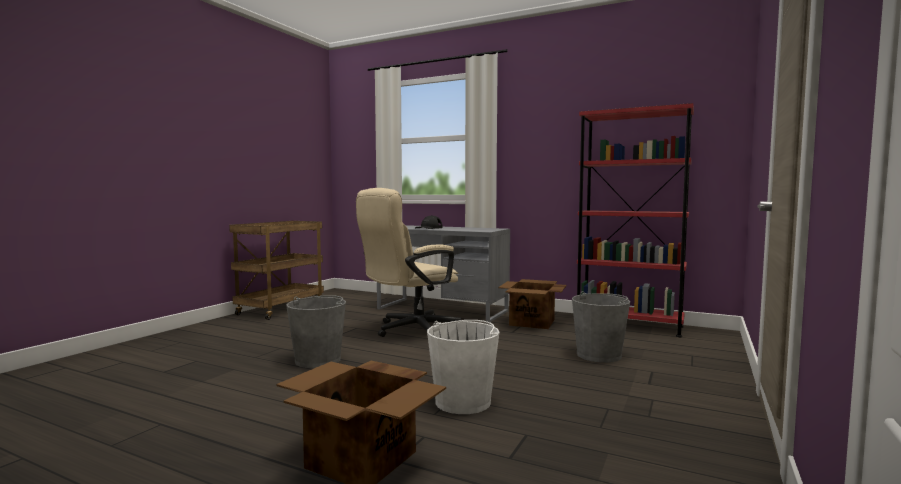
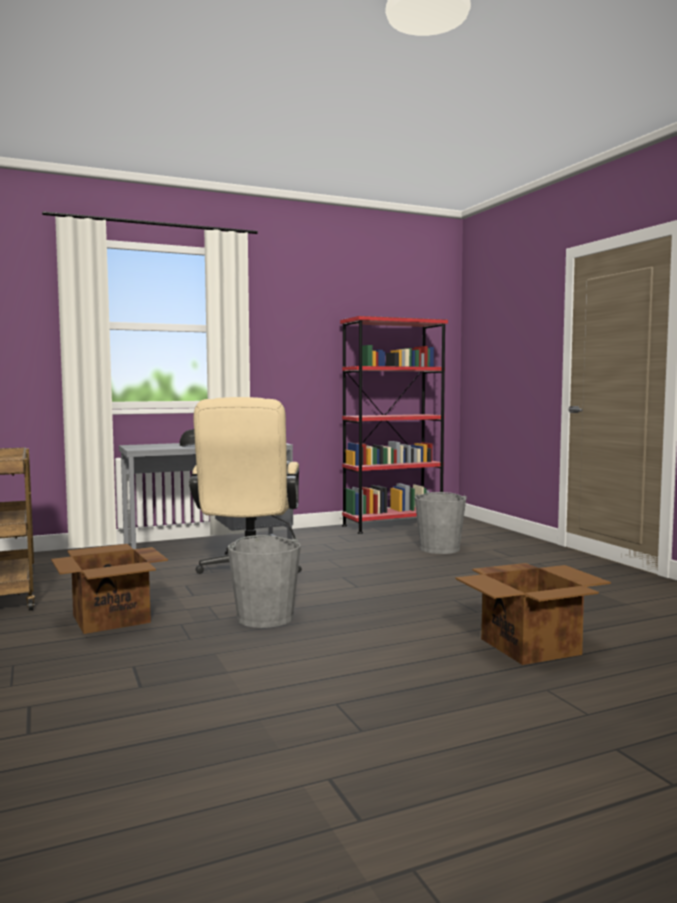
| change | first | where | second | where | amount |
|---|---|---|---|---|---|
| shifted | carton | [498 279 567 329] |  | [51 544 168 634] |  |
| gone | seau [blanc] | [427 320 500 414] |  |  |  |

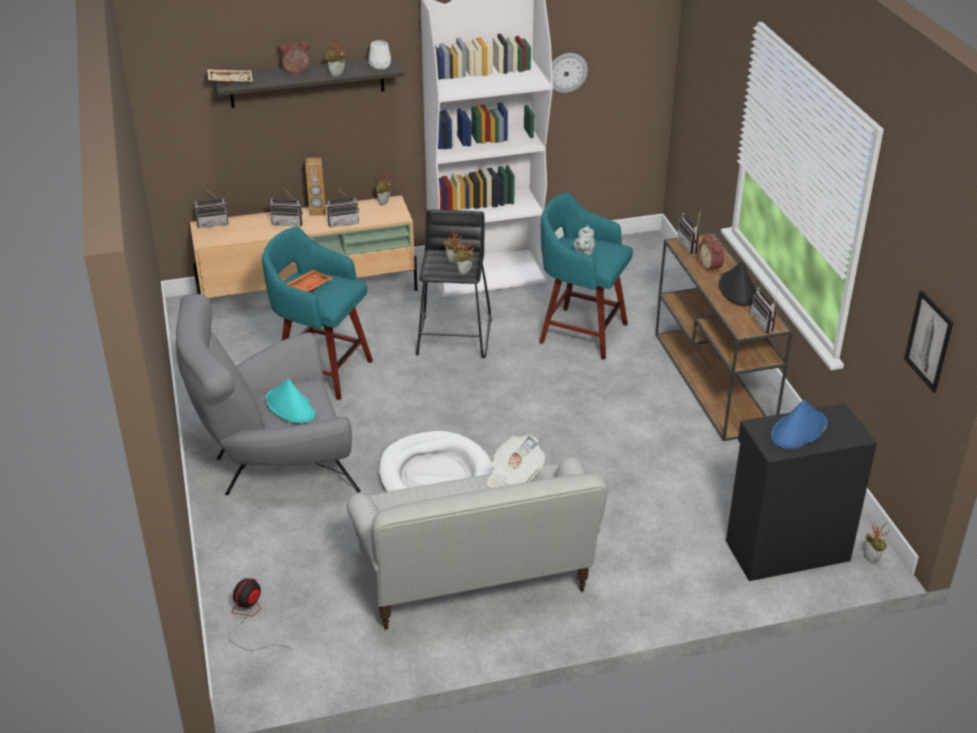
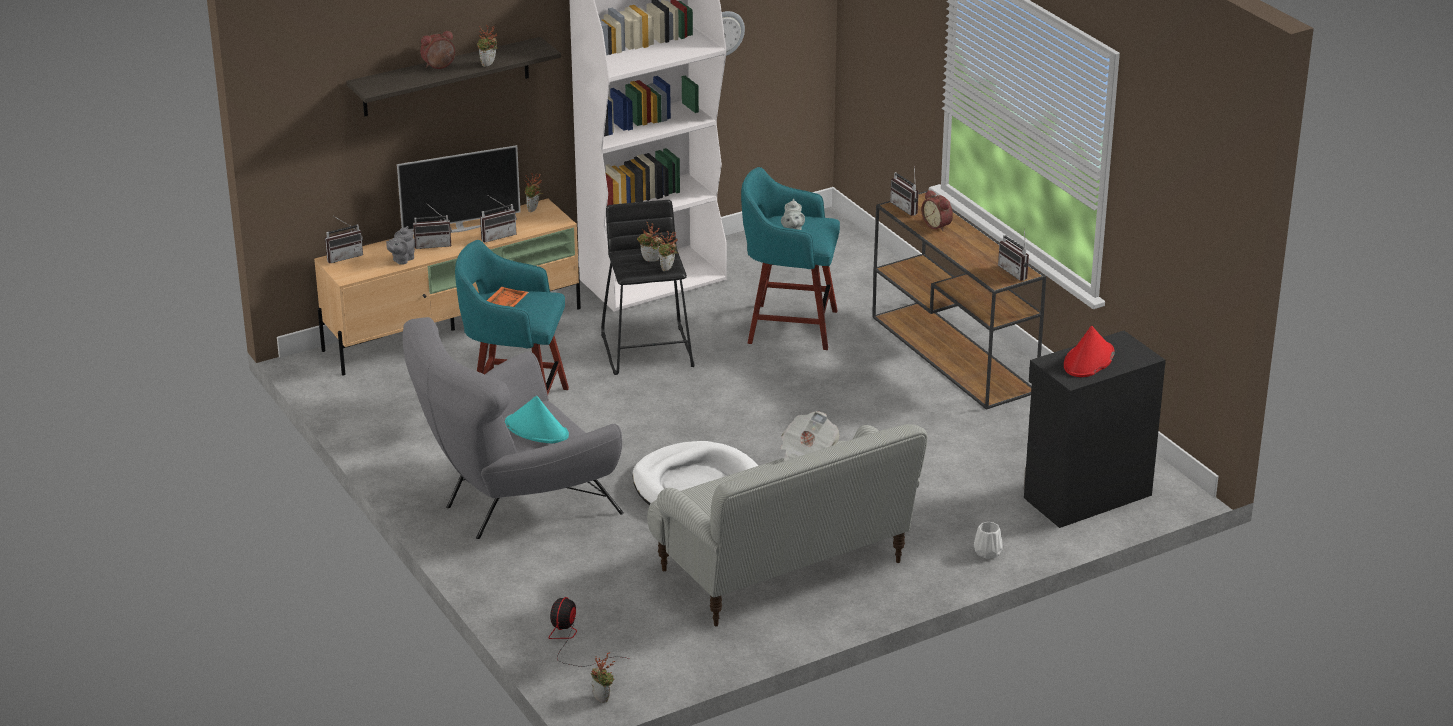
| change | first | where | second | where | amount |
|---|---|---|---|---|---|
| new |  |  | théière [gris] | [386 226 415 265] |  |
| swapped | enceinte [marron] | [305 157 326 216] | téléviseur | [397 145 521 233] |  |
| shifted | plante en pot | [864 523 890 564] |  | [591 652 615 703] |  |
| shifted | vase [blanc] | [369 40 391 69] |  | [974 522 1002 559] |  |
| repainted | chapeau [bleu] | [770 400 827 449] | chapeau [rouge] | [1064 326 1115 377] |  |
| gone | plateau [beige] | [207 69 253 85] |  |  |  |
| gone | chapeau [noir] | [719 261 756 306] |  |  |  |
| gone | tableau | [904 290 953 393] |  |  |  |

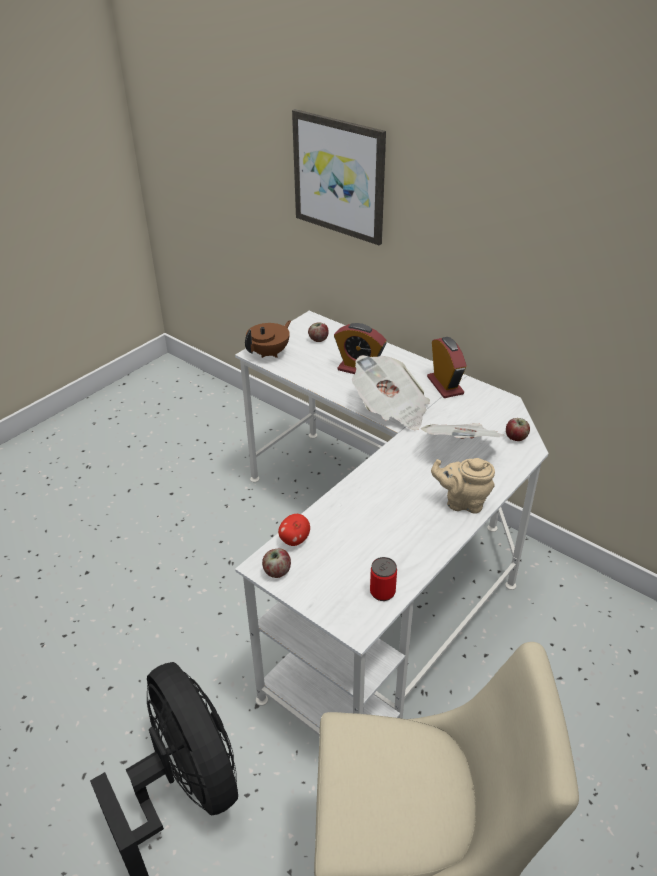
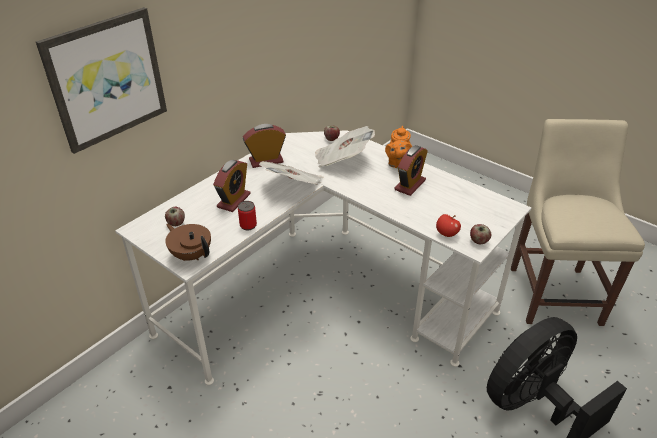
| change | first | where | second | where | amount |
|---|---|---|---|---|---|
| shifted | boîte métallique | [370 557 397 601] |  | [238 201 257 230] |  |
| repainted | théière [beige] | [431 458 495 514] | théière [orange] | [385 126 412 169] |  |
| new |  |  | réveil | [394 145 428 196] |  |

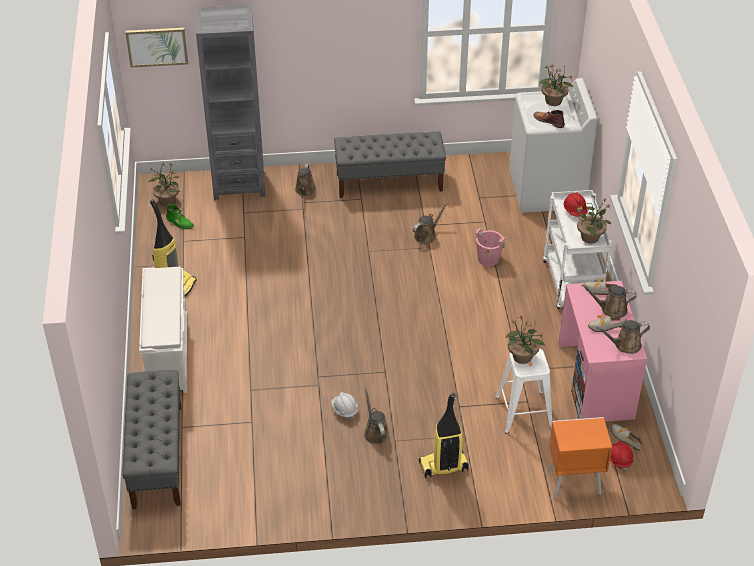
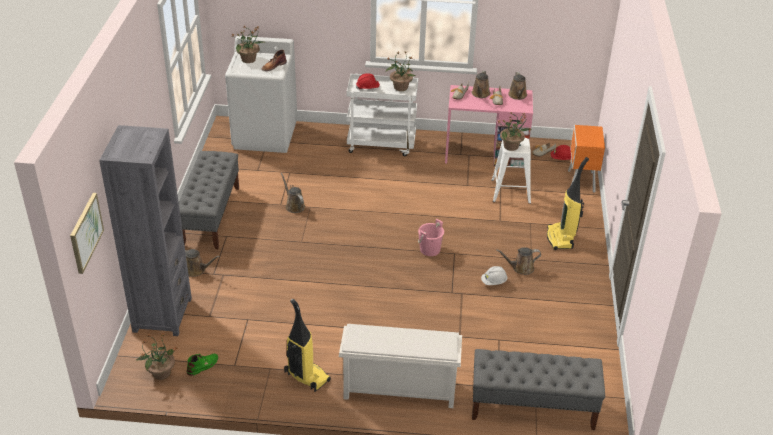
| change | first | where | second | where | amount |
|---|---|---|---|---|---|
| shifted | seau [rose] | [476 228 505 266] |  | [418 219 444 256] |  |

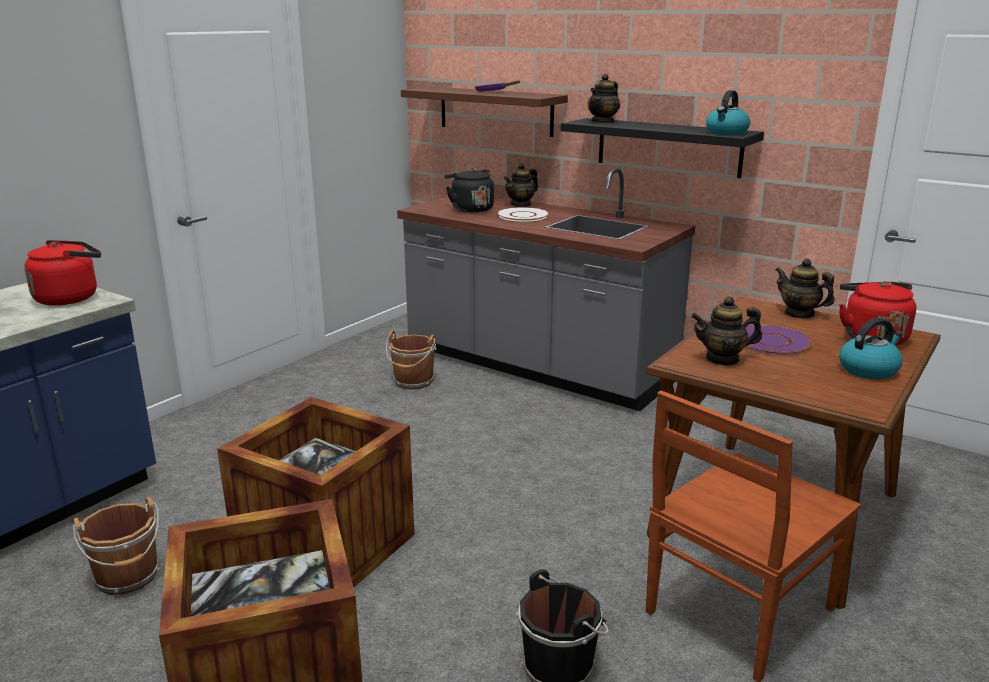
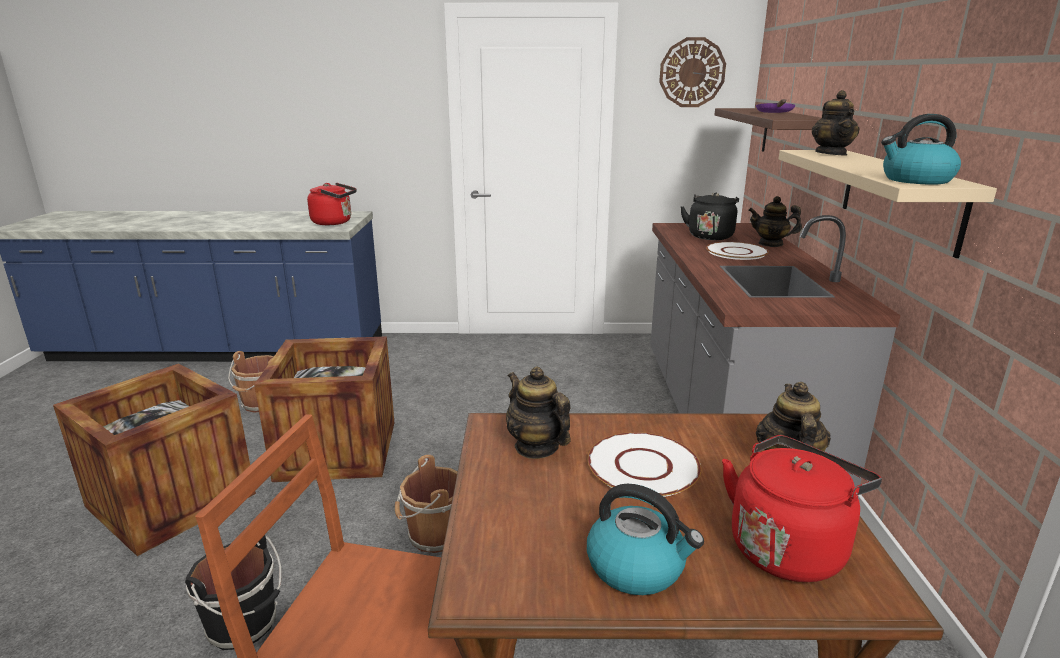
| change | first | where | second | where | amount |
|---|---|---|---|---|---|
| shifted | seau [marron] | [386 330 436 390] |  | [395 455 457 553] |  |
| repainted | assiette [violet] | [745 325 813 355] | assiette [blanc] | [588 432 701 497] |  |
| new |  |  | horloge murale | [659 37 726 107] |  |
| repainted | étagère [noir] | [561 118 764 178] | étagère [beige] | [778 150 997 258] |  |
| rotated | théière | [588 74 620 124] |  | [812 90 860 155] | 90 degrees counterclockwise |

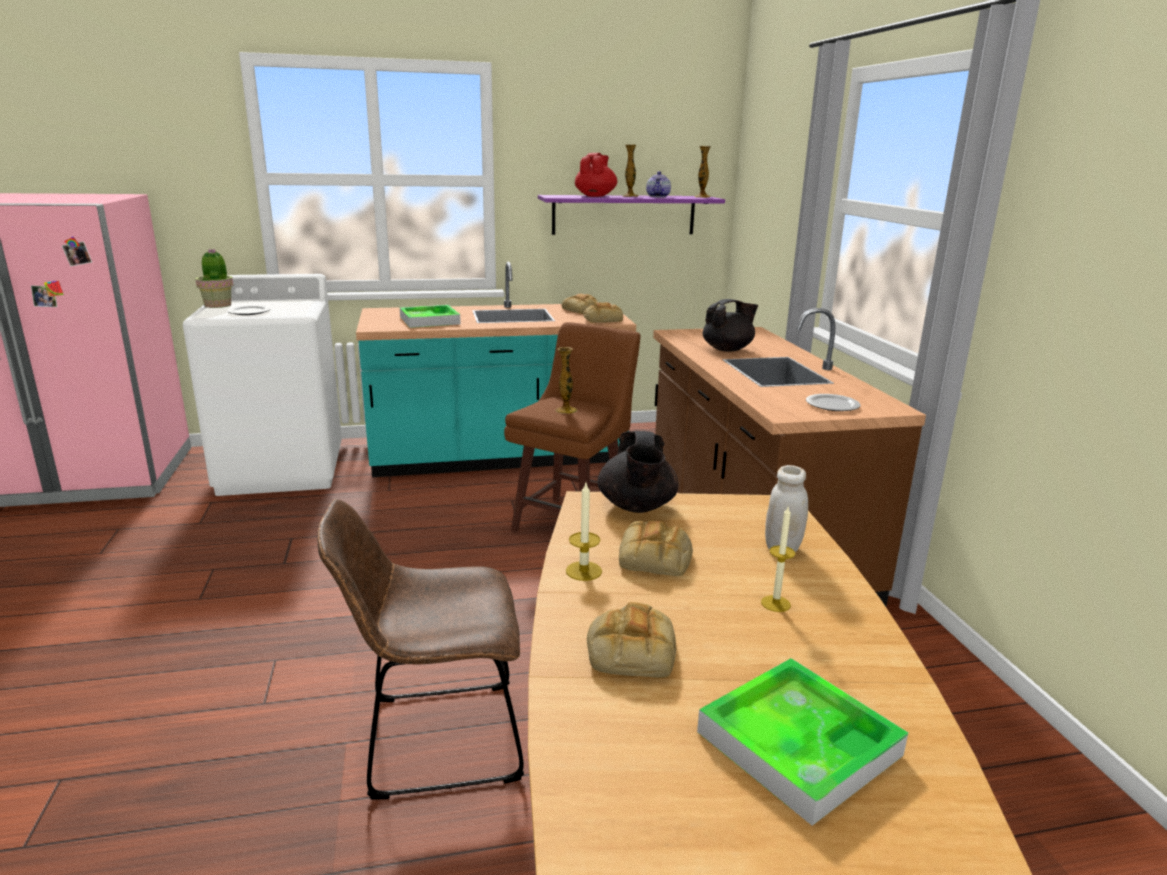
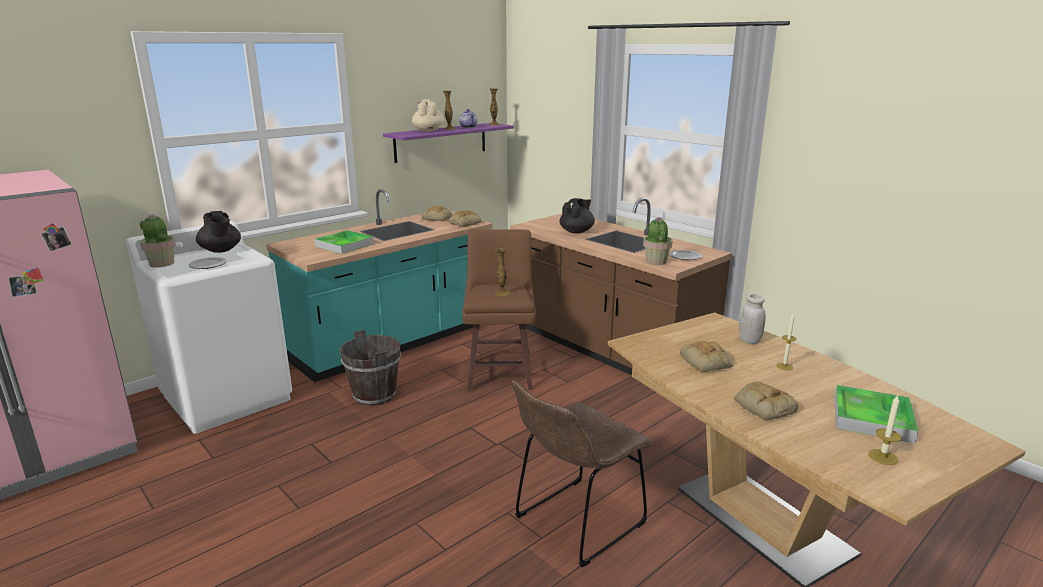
| change | first | where | second | where | amount |
|---|---|---|---|---|---|
| shifted | théière [noir] | [598 431 679 513] |  | [196 211 241 253] |  |
| new |  |  | seau [marron] | [340 330 401 406] |  |
| repainted | théière [rouge] | [575 153 617 197] | théière [beige] | [412 99 445 132] |  |
| new |  |  | plante en pot | [643 216 673 265] |  |
| shifted | bougie | [566 483 602 581] |  | [869 395 901 465] |  |

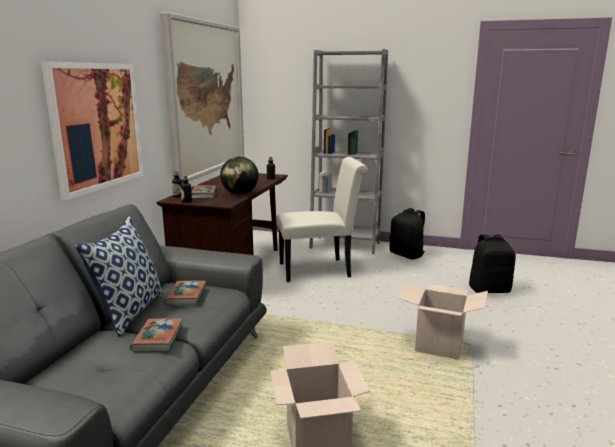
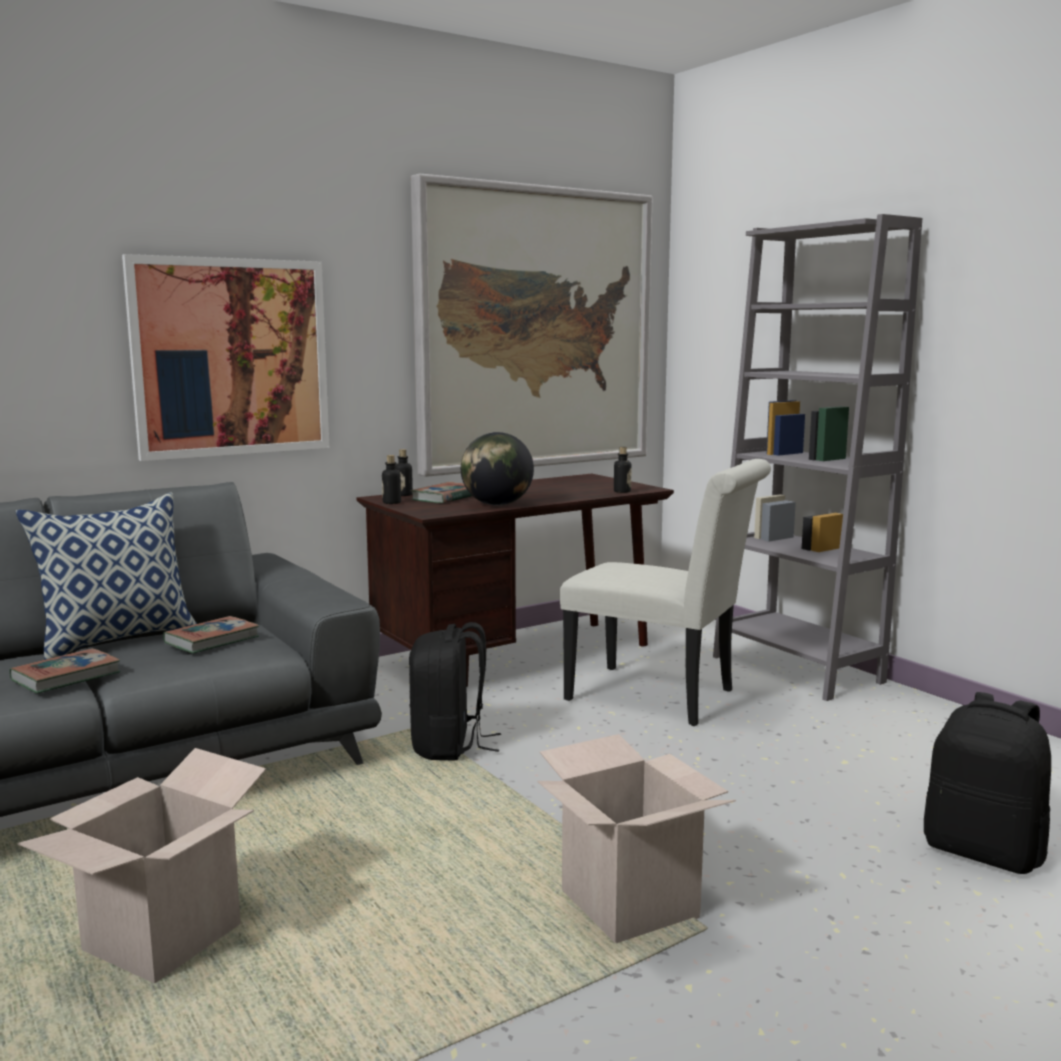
| change | first | where | second | where | amount |
|---|---|---|---|---|---|
| shifted | sac à dos [noir] | [390 208 425 259] |  | [409 622 501 761] |  |

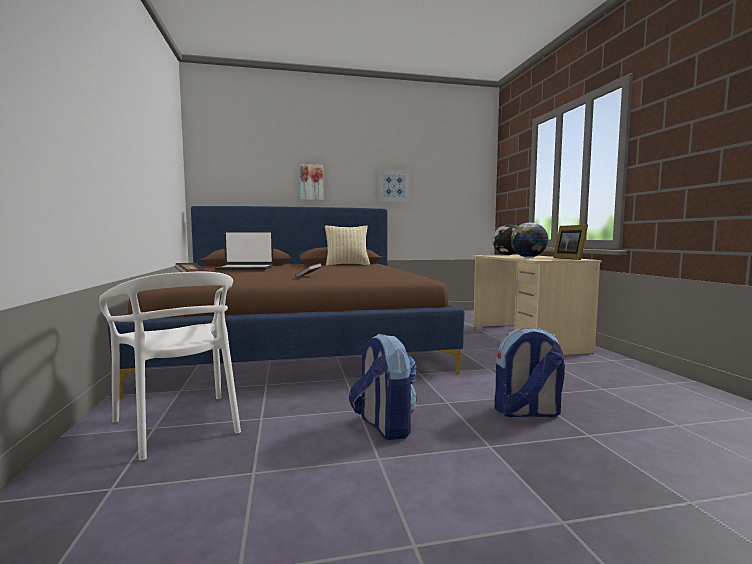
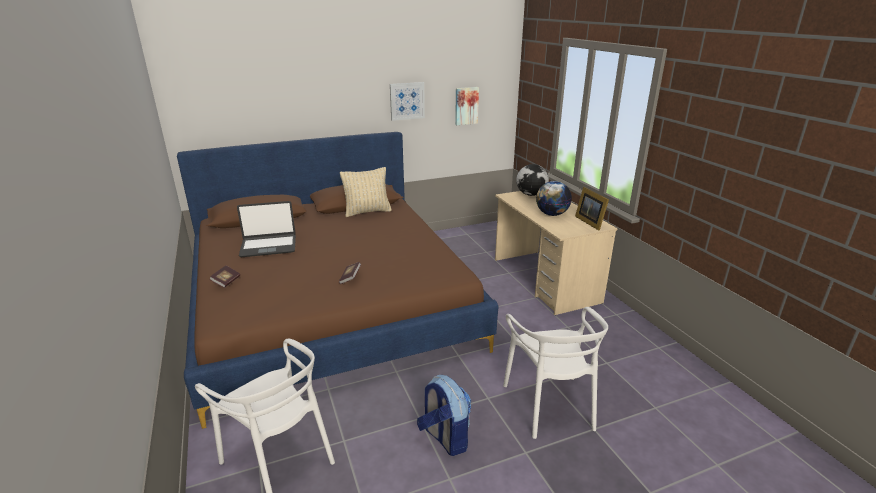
| change | first | where | second | where | amount |
|---|---|---|---|---|---|
| shifted | tableau | [300 164 324 200] |  | [455 87 479 125] |  |
| swapped | sac à dos | [495 328 565 417] | chaise [blanc] | [503 307 608 439] |  |

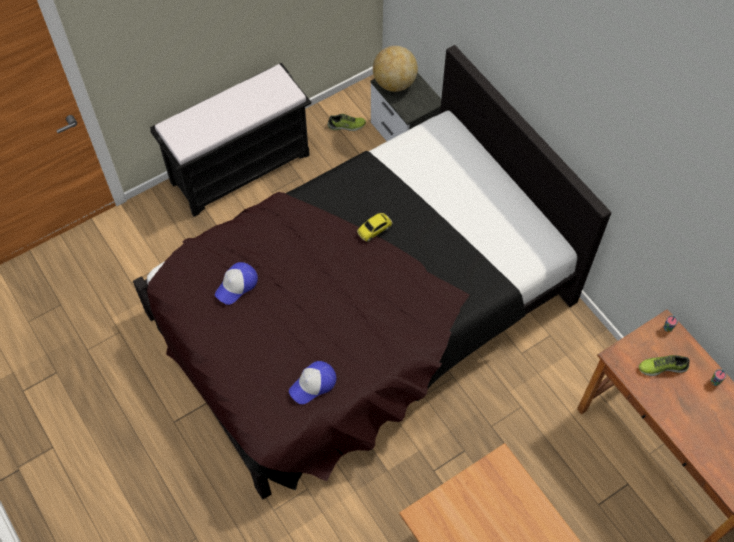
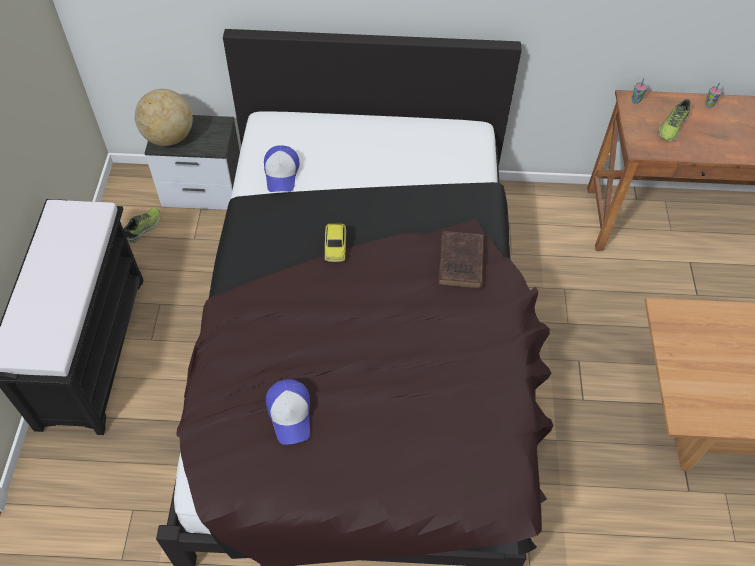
| change | first | where | second | where | amount |
|---|---|---|---|---|---|
| shifted | casquette | [289 361 336 404] |  | [264 145 299 192] |  |
| new |  |  | livre [marron] | [438 231 484 289] |  |

